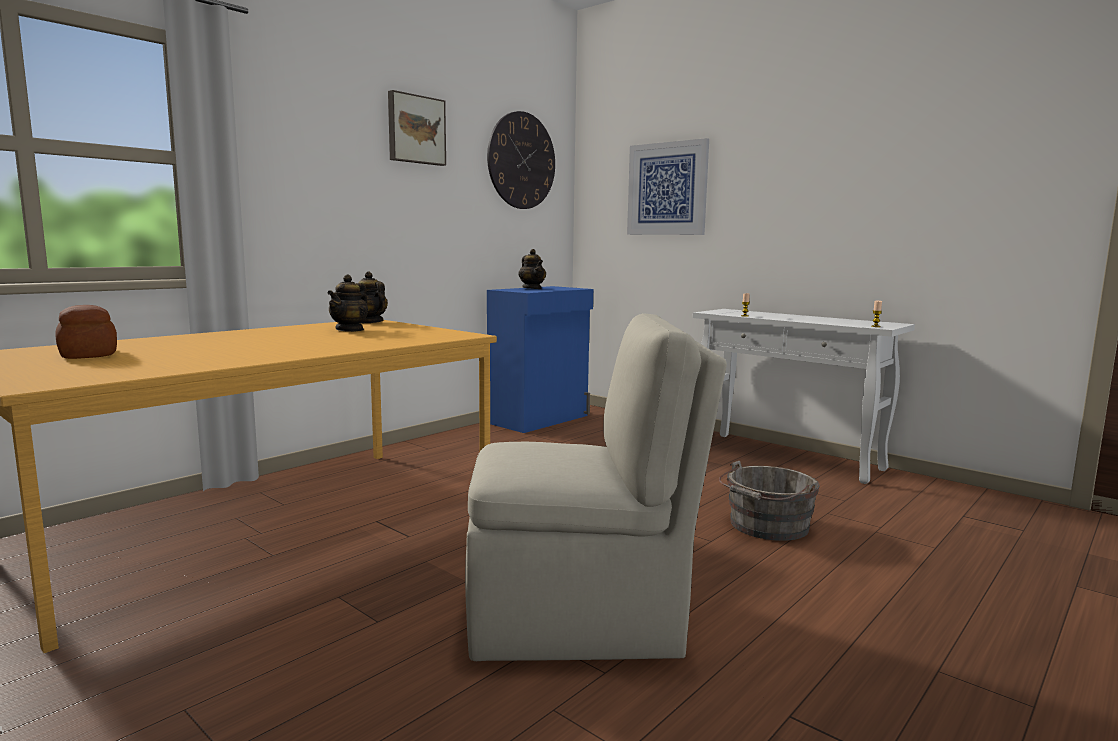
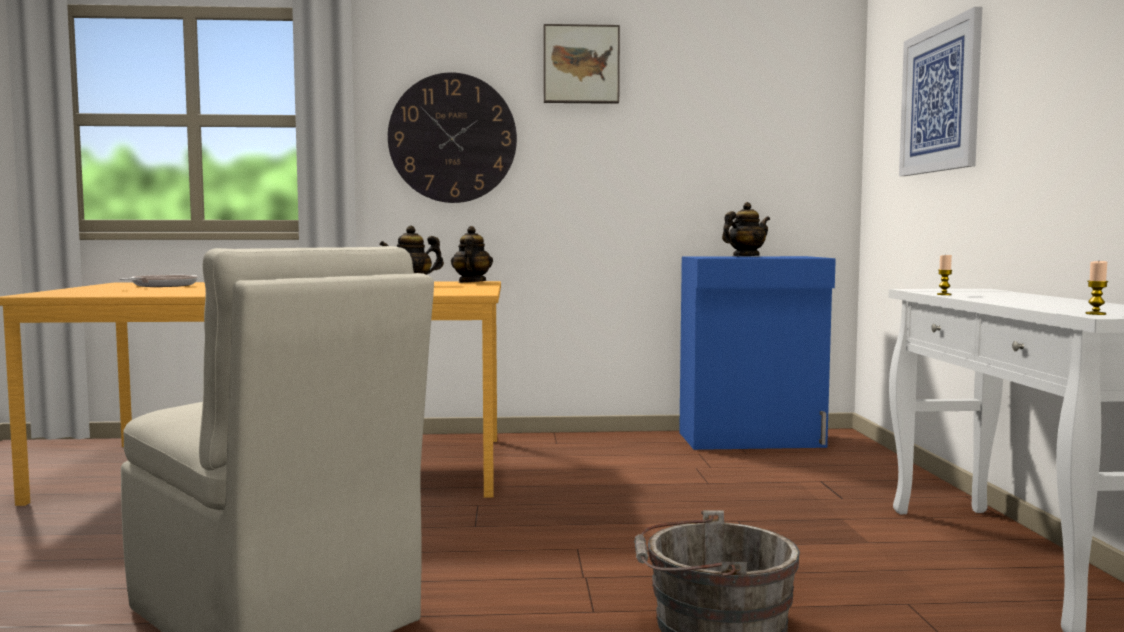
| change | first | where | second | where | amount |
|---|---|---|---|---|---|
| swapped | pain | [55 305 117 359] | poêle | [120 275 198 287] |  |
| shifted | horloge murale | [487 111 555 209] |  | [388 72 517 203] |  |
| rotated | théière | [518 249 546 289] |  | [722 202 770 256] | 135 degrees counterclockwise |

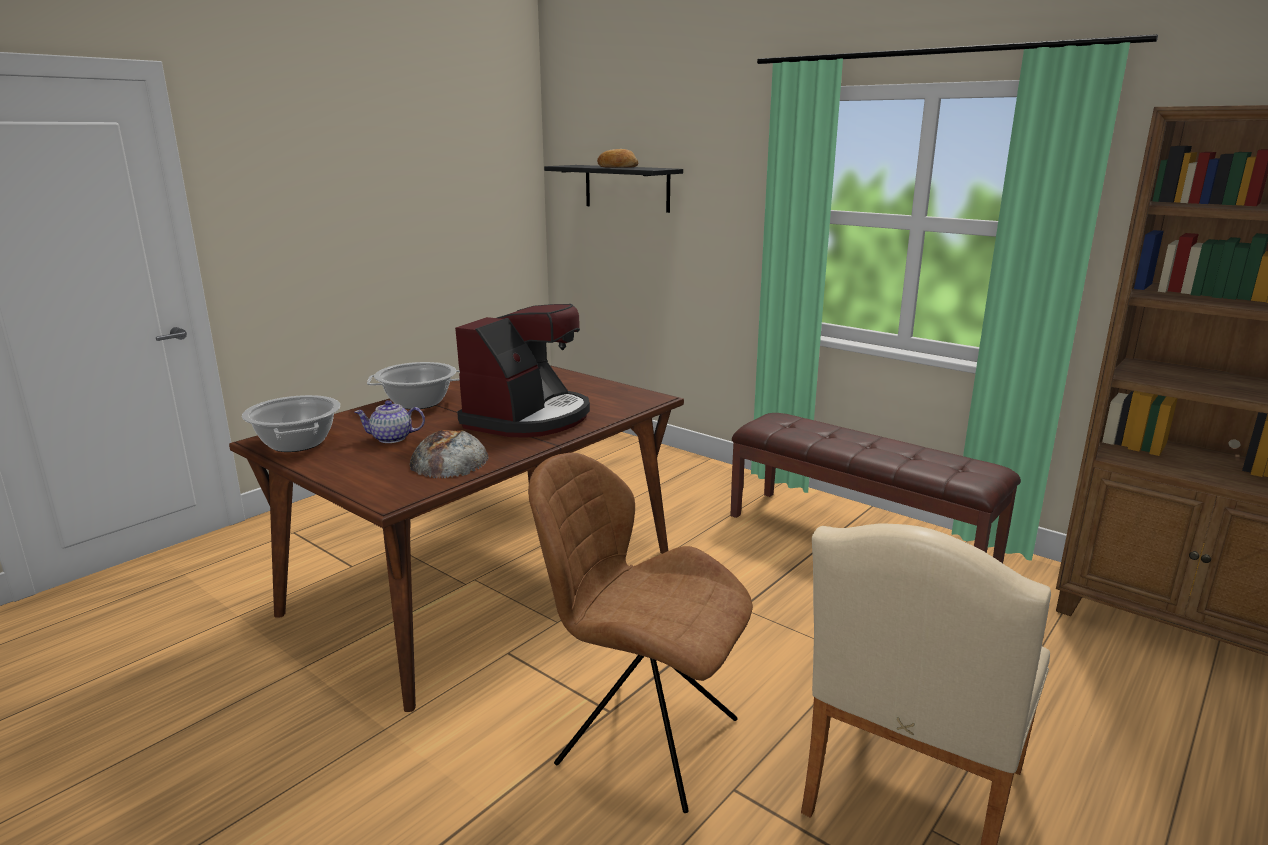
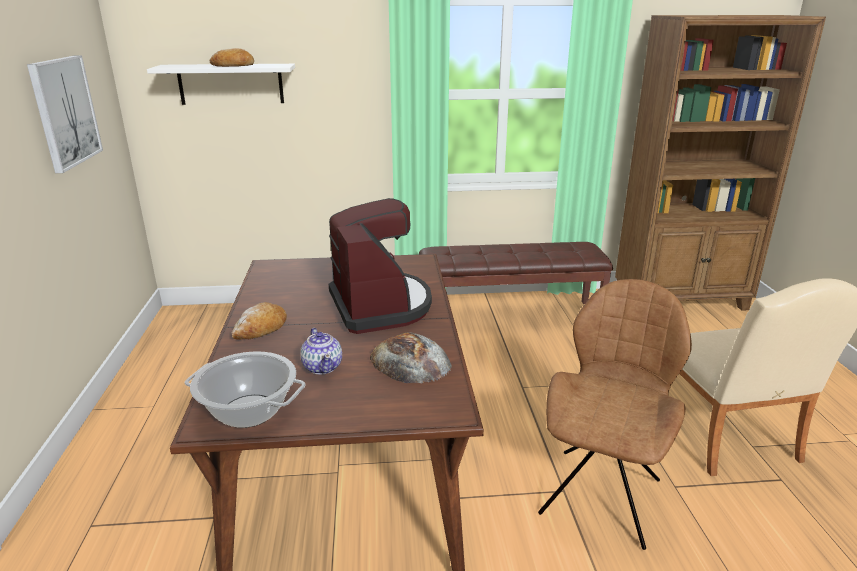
| change | first | where | second | where | amount |
|---|---|---|---|---|---|
| new |  |  | tableau | [27 55 103 173] |  |
| repainted | étagère [noir] | [544 165 683 213] | étagère [blanc] | [147 64 295 105] |  |
| swapped | marmite | [367 362 460 409] | pain | [231 302 287 340] |  |
| rotated | théière | [354 400 425 443] |  | [301 328 342 375] | 60 degrees counterclockwise |
| rotated | chaise [marron] | [528 453 753 813] |  | [538 279 692 550] | 135 degrees clockwise |

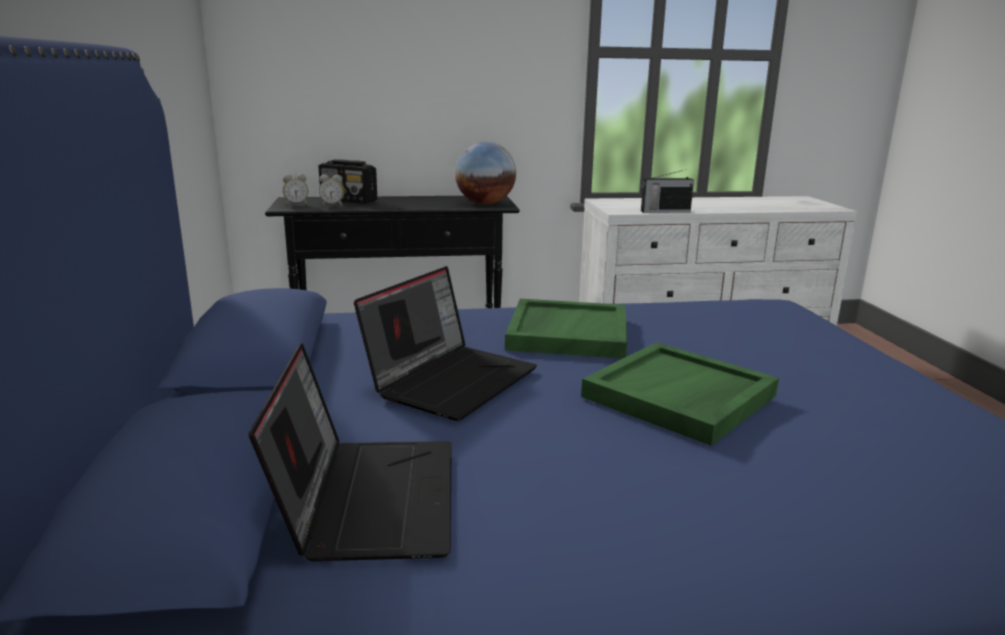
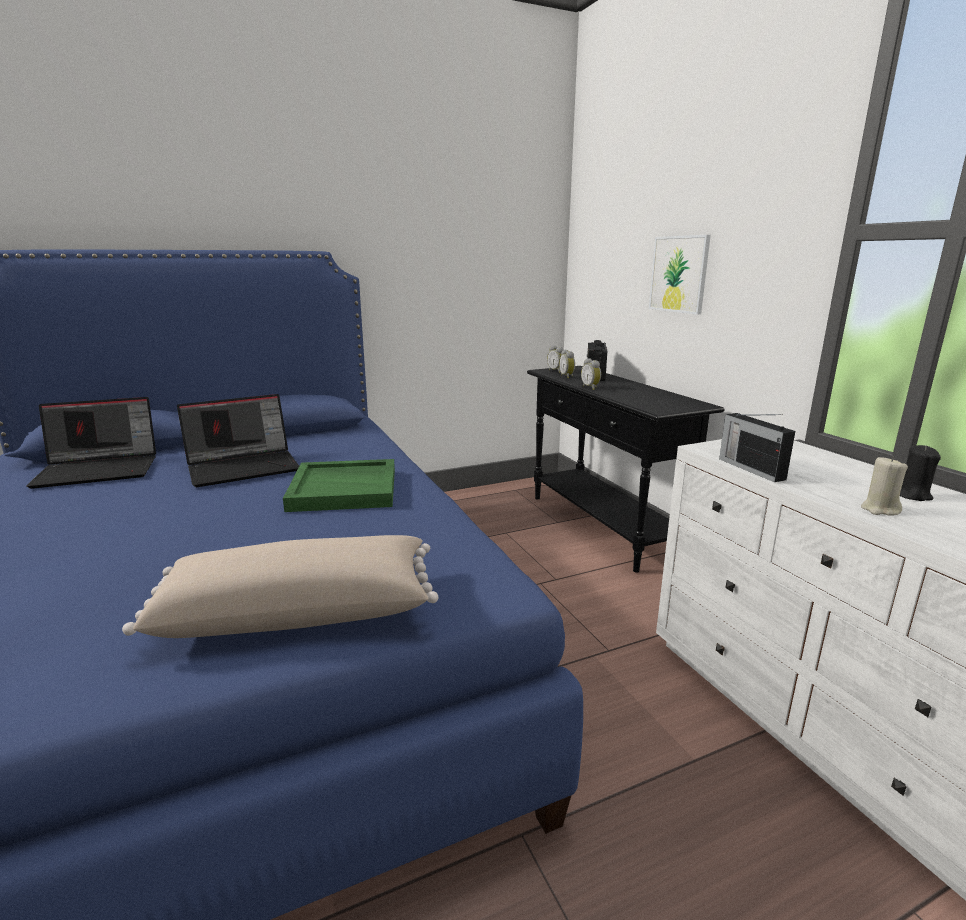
| change | first | where | second | where | amount |
|---|---|---|---|---|---|
| new |  |  | coussin [beige] | [122 535 439 638] |  |
| rotated | ordinateur portable | [354 266 537 421] |  | [177 394 299 487] | 45 degrees counterclockwise |
| new |  |  | réveil | [581 358 601 390] |  |
| new |  |  | tableau | [649 235 711 315] |  |
| new |  |  | bougie [beige] | [861 457 908 516] |  |
| new |  |  | bougie [noir] | [900 445 941 501] |  |
| gone | globe | [455 142 516 204] |  |  |  |
| gone | plateau [vert] | [581 342 779 446] |  |  |  |

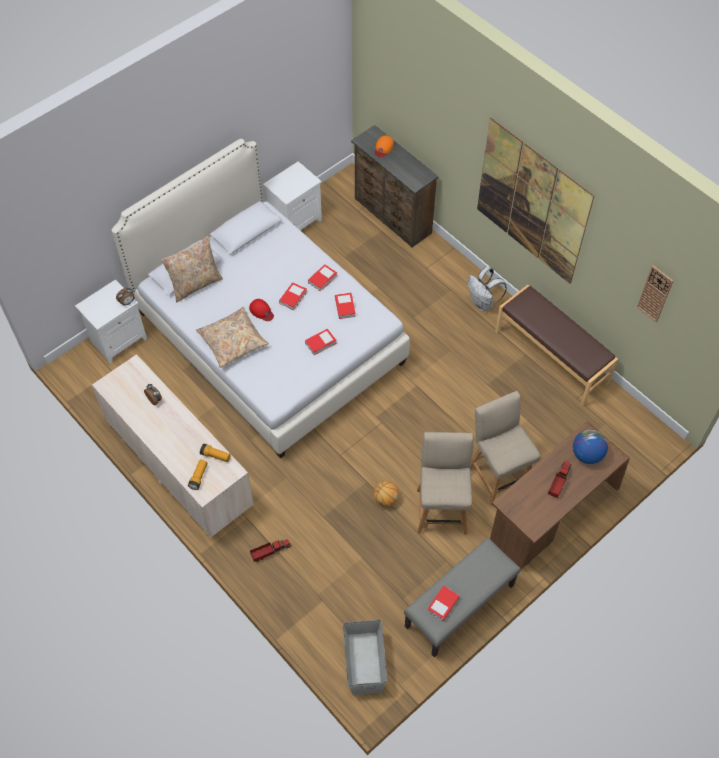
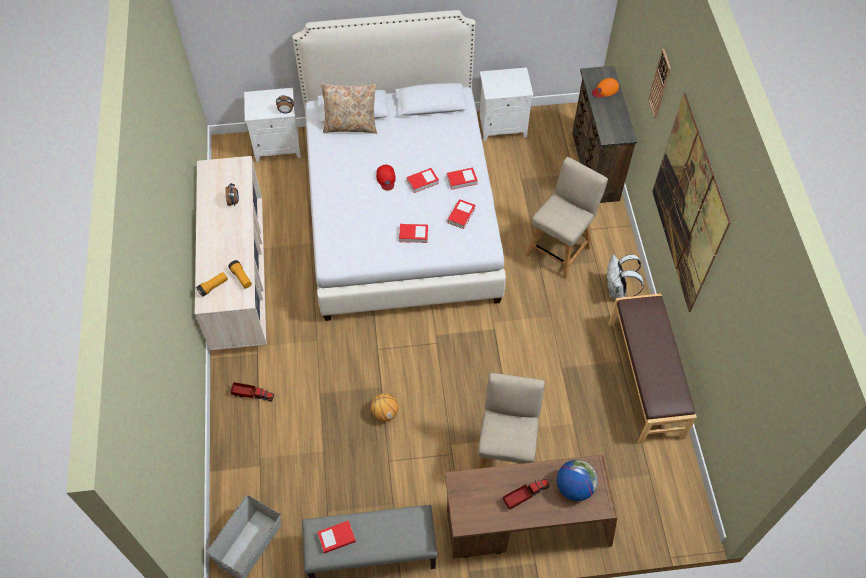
| change | first | where | second | where | amount |
|---|---|---|---|---|---|
| shifted | chaise [beige] | [417 432 474 535] |  | [525 157 608 279] |  |
| shifted | horloge murale | [637 265 673 322] |  | [648 49 671 119] |  |
| gone | coussin [beige] | [196 307 269 368] |  |  |  |

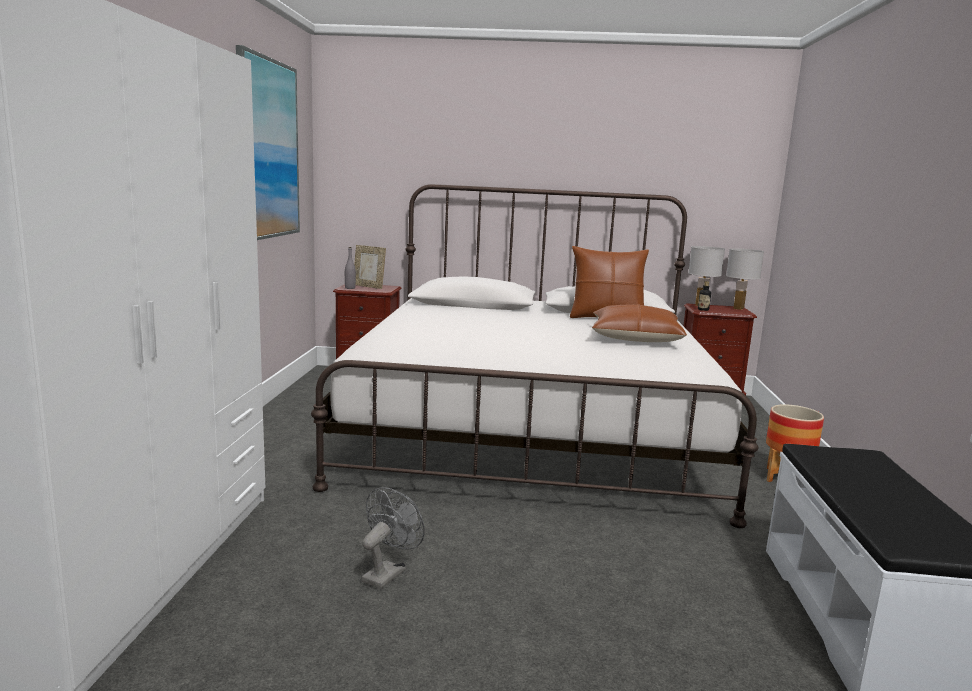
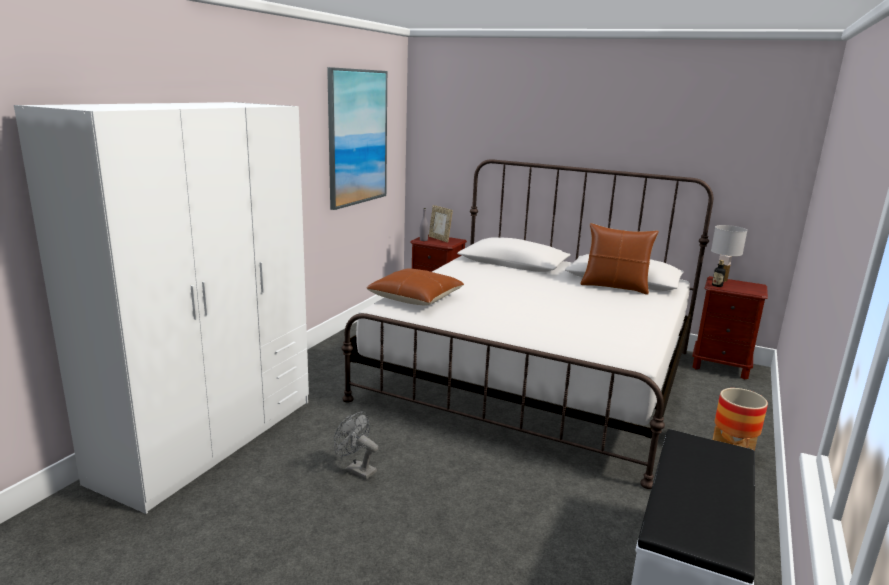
| change | first | where | second | where | amount |
|---|---|---|---|---|---|
| rotated | ventilateur [gris] | [362 487 425 589] |  | [334 412 378 480] | 105 degrees counterclockwise |
| shifted | coussin [marron] | [592 304 687 342] |  | [367 268 464 306] |  |
| gone | lampe de table [blanc] | [726 248 764 310] |  |  |  |

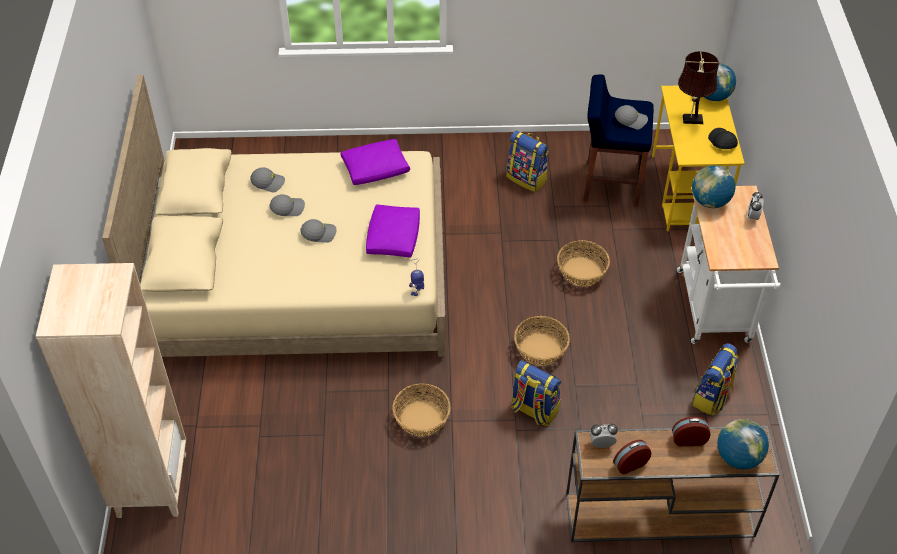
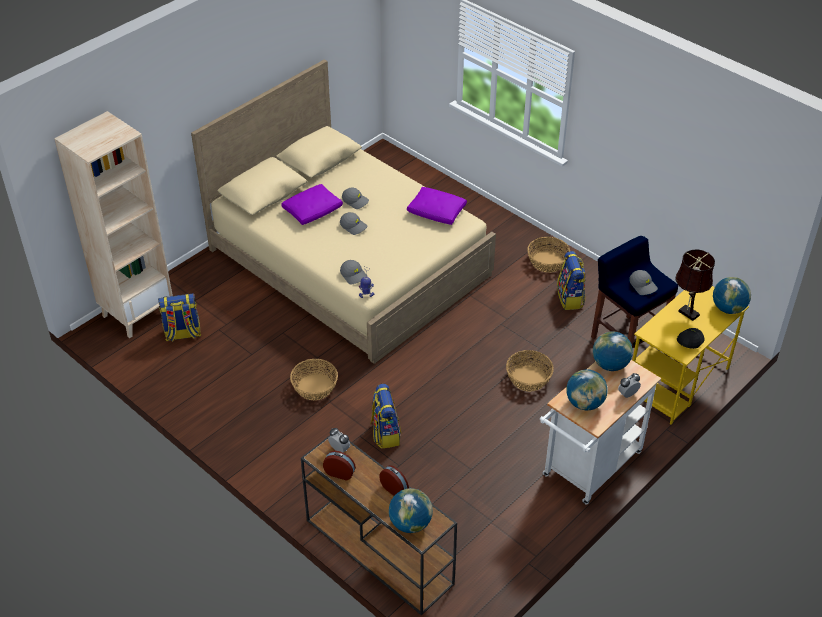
| change | first | where | second | where | amount |
|---|---|---|---|---|---|
| shifted | sac à dos | [692 343 739 415] |  | [158 293 201 342] |  |
| shifted | coussin [violet] | [366 204 420 258] |  | [281 184 343 225] |  |
| shifted | casquette [gris] | [250 167 285 192] |  | [340 260 368 285] |  |
| shifted | panier | [514 316 570 366] |  | [527 237 570 273] |  |
| new |  |  | globe | [566 369 608 410] |  |

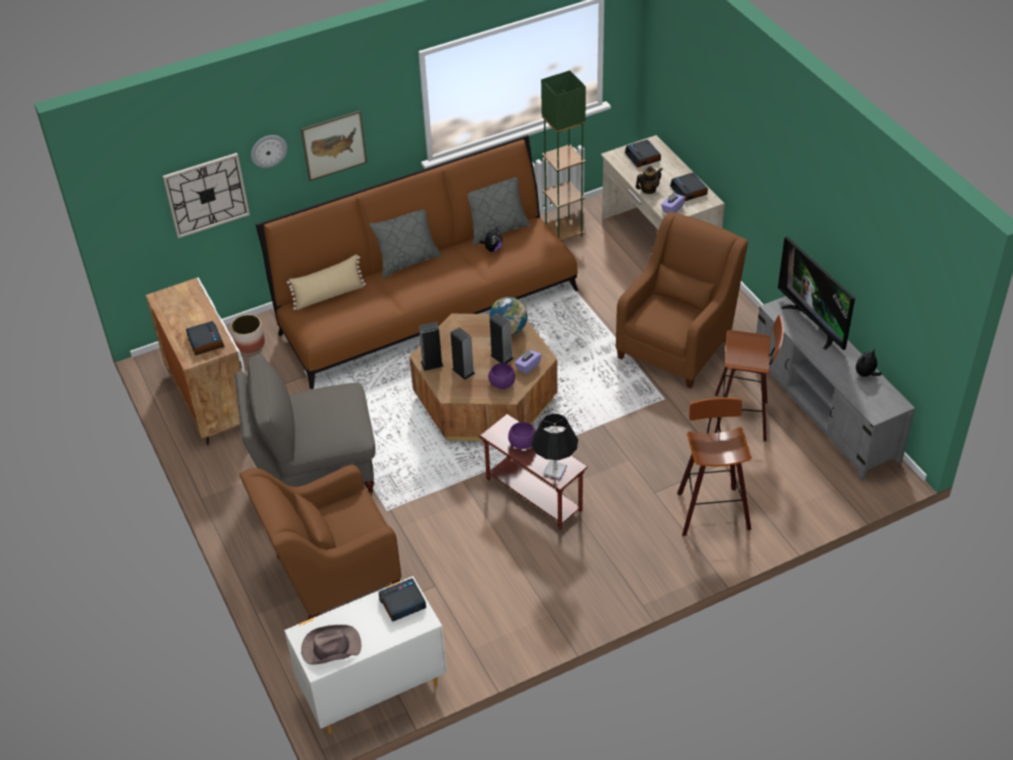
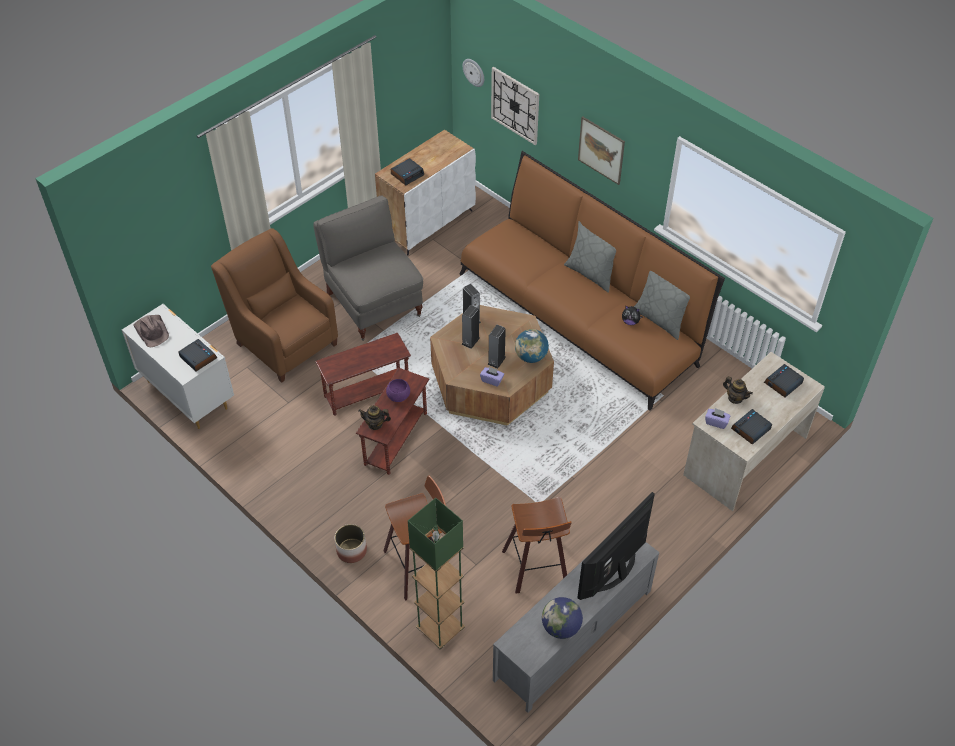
| change | first | where | second | where | amount |
|---|---|---|---|---|---|
| new |  |  | table d'appoint [marron] | [315 333 411 416] |  |
| shifted | cache-pot | [231 314 265 353] |  | [335 524 367 563] |  |
| swapped | lampe de table [noir] | [532 414 578 479] | théière | [358 405 391 430] |  |
| shifted | lampadaire [vert] | [541 70 586 241] |  | [408 498 465 649] |  |
| shifted | horloge murale | [251 135 287 168] |  | [463 59 484 87] |  |
| swapped | peluche | [856 350 882 377] | globe | [542 597 583 639] |  |
| gone | coussin [beige] | [287 254 366 310] |  |  |  |
| gone | bol [violet] | [488 363 515 389] |  |  |  |
| gone | fauteuil [marron] | [616 212 748 389] |  |  |  |

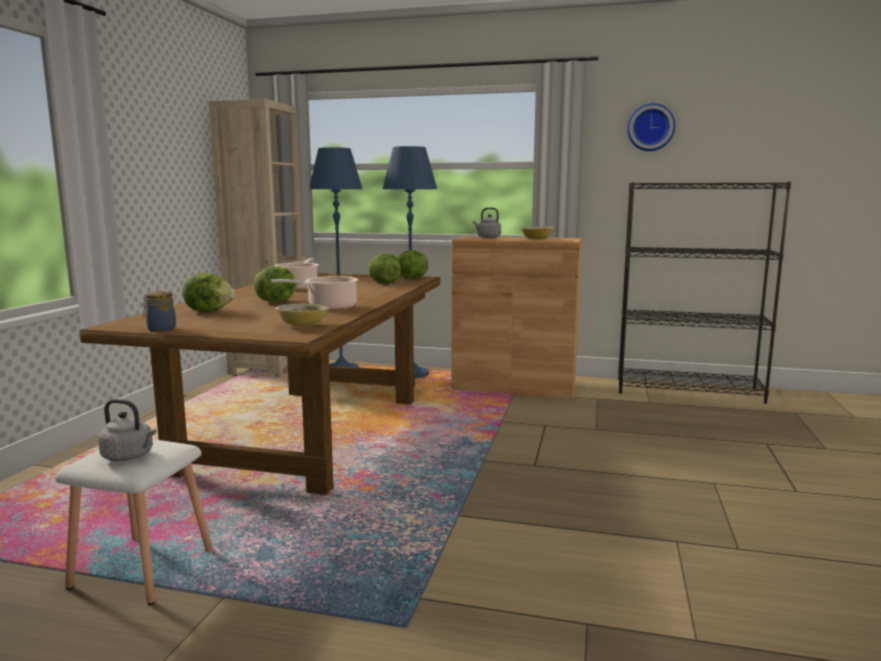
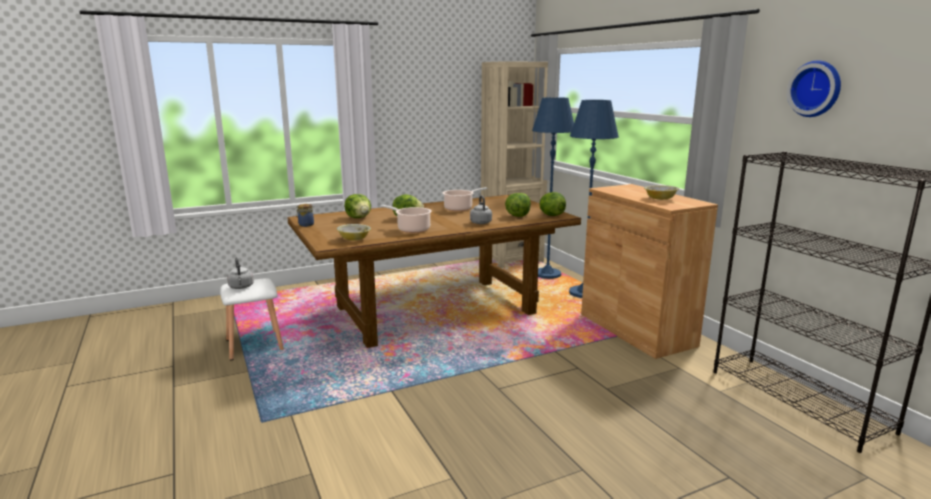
| change | first | where | second | where | amount |
|---|---|---|---|---|---|
| shifted | bouilloire [gris] | [473 207 501 238] |  | [470 195 492 224] |  |

